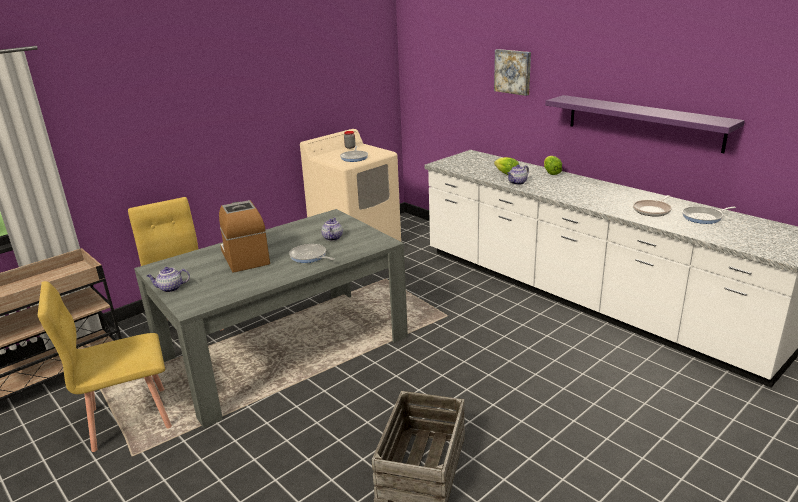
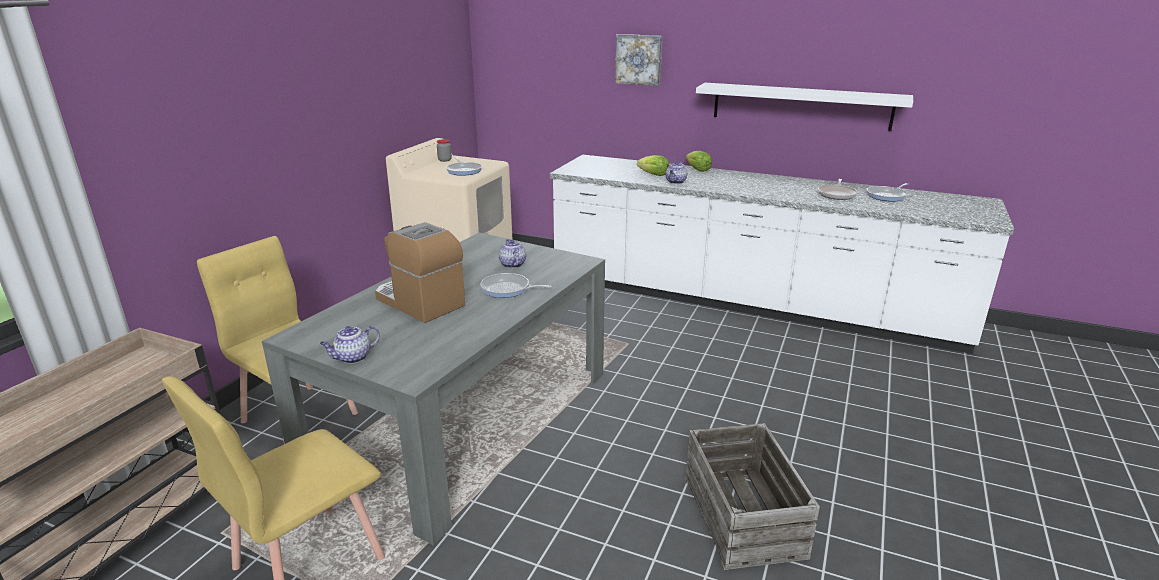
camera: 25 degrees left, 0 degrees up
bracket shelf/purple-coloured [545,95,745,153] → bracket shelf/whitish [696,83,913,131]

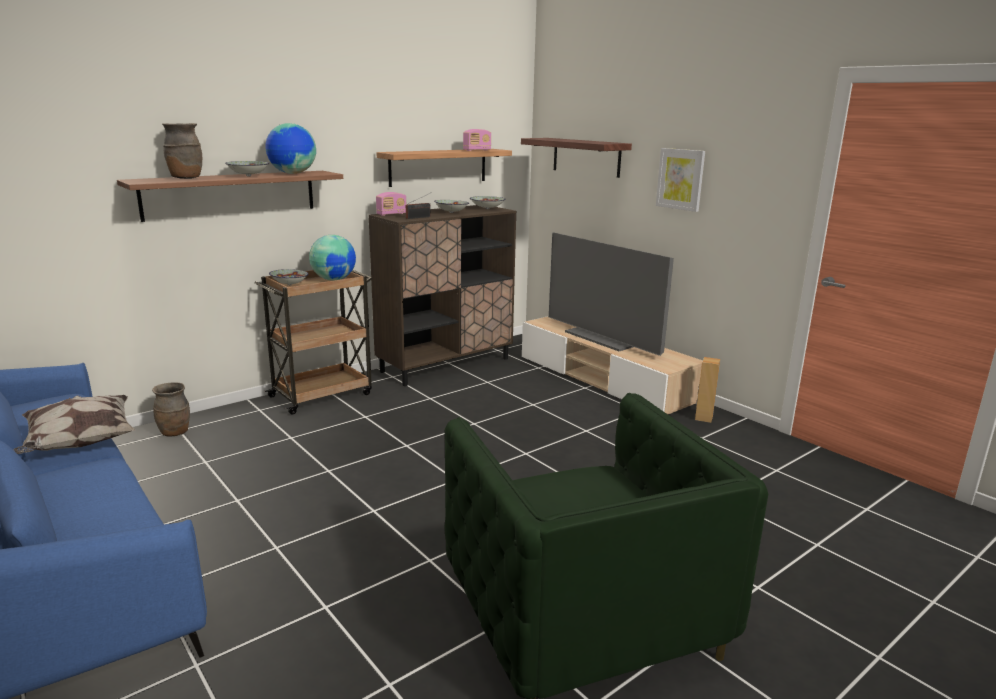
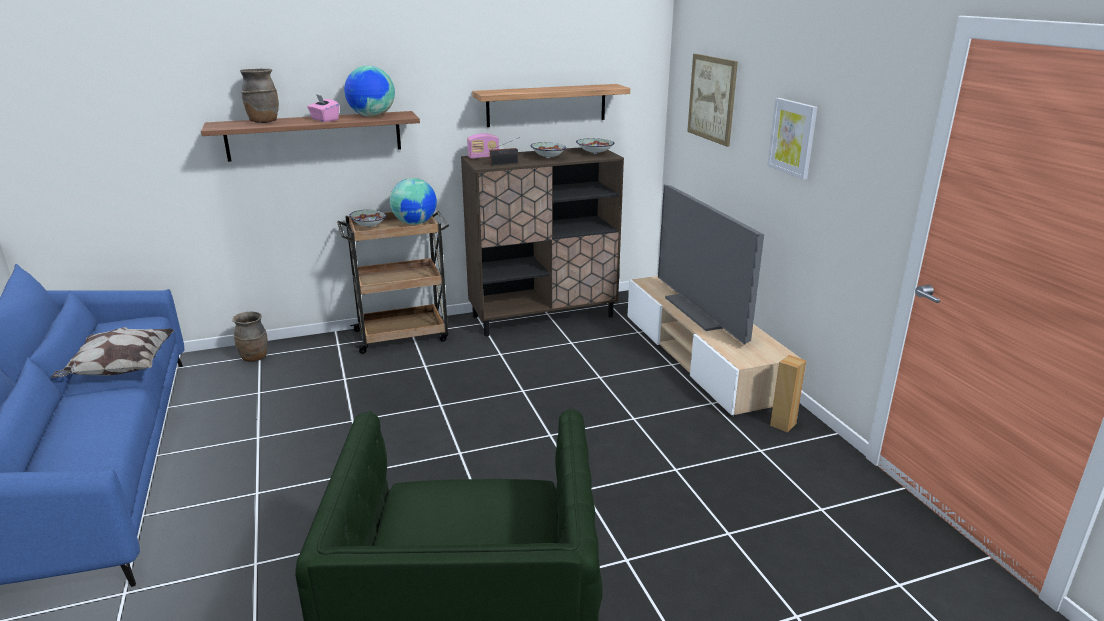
camera: 20 degrees right, 5 degrees up
deep dish [225,161,270,176] → tissue holder/pinkish [307,94,339,122]
bracket shelf [521,138,632,178] → wall picture [687,54,738,147]
radio receiver [463,129,491,151] → -

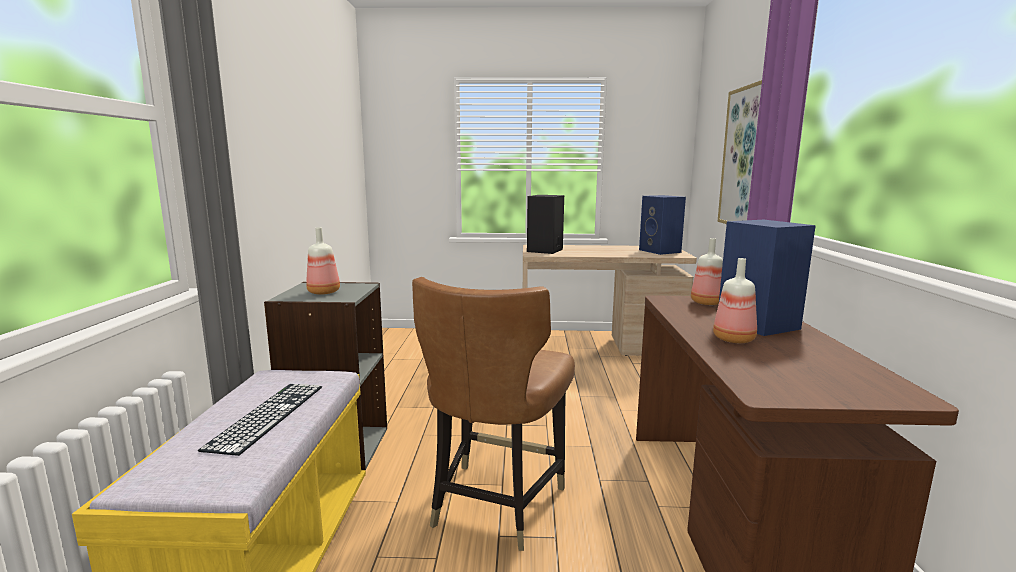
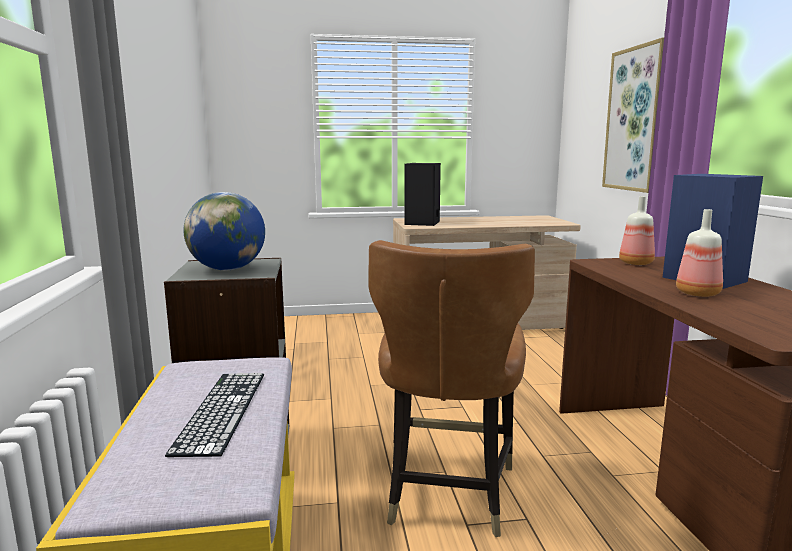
camera: 10 degrees left, 0 degrees up
drink bottle [306,227,340,295] → desk globe [183,192,265,270]
speaker/blue [639,195,686,255] → -

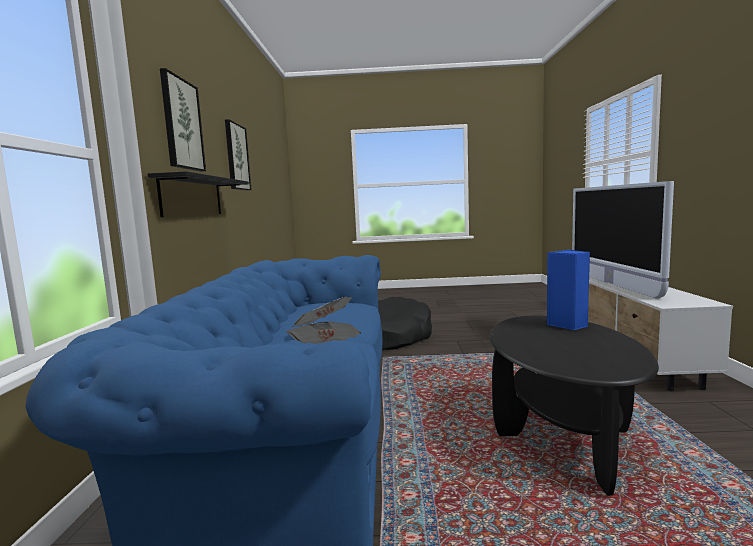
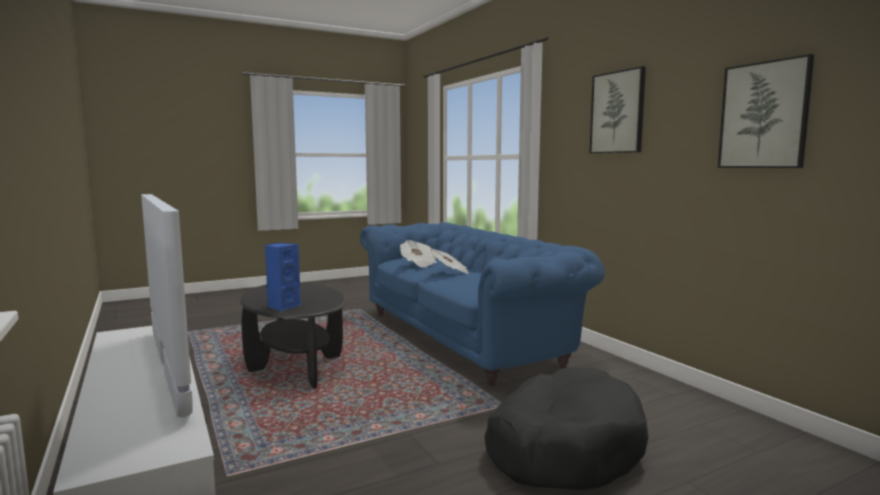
camera: 150 degrees right, 0 degrees up
bracket shelf/black [147,171,249,217] → -

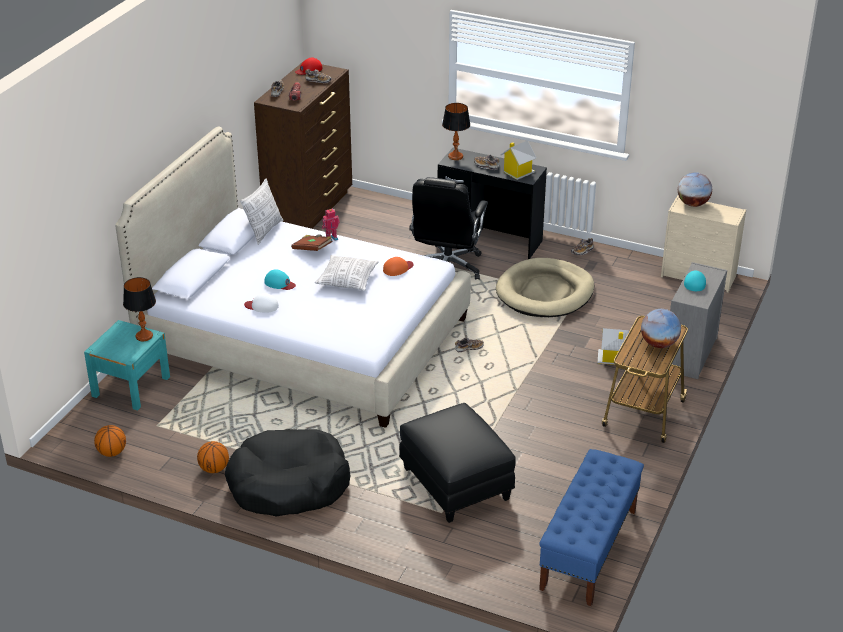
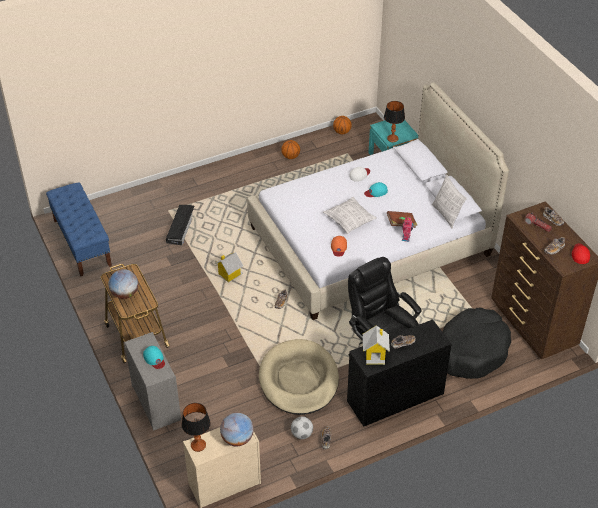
camera: 130 degrees right, 10 degrees up
footrest/black [399,403,516,523] → storage bin/black [166,205,194,245]
tabletop lamp [442,103,470,160] → tabletop lamp [181,403,211,452], moved
miniature house [597,328,629,365] → miniature house [215,252,243,283], moved
- → football [291,417,313,439]
dog bed/black [225,429,350,517] → dog bed/black [442,308,511,379], moved

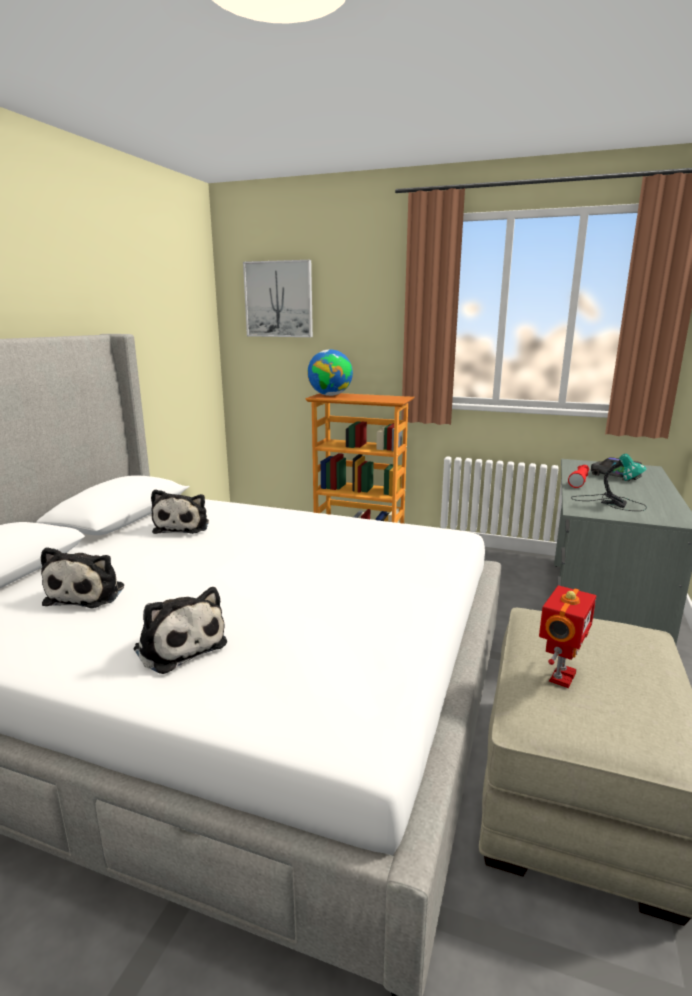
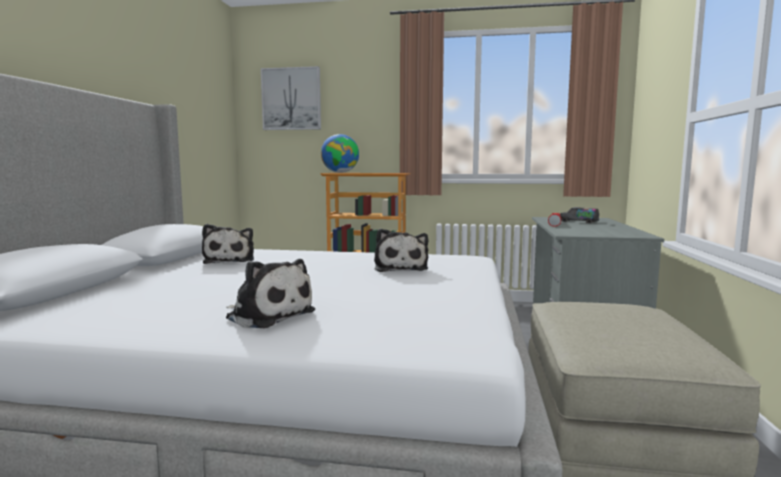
camera: 10 degrees left, 10 degrees down
plush toy [41,547,124,608] → plush toy [374,228,428,272], moved
robot figure [539,585,596,688] → -
tabletop lamp [571,454,647,511] → -

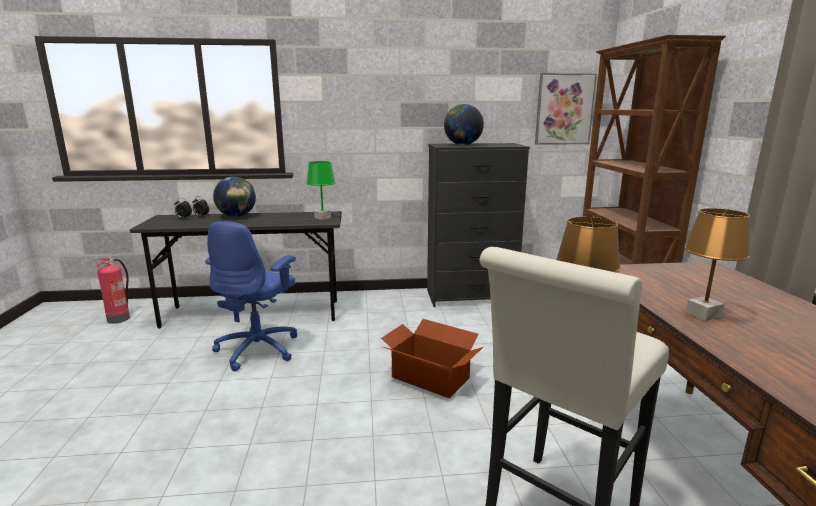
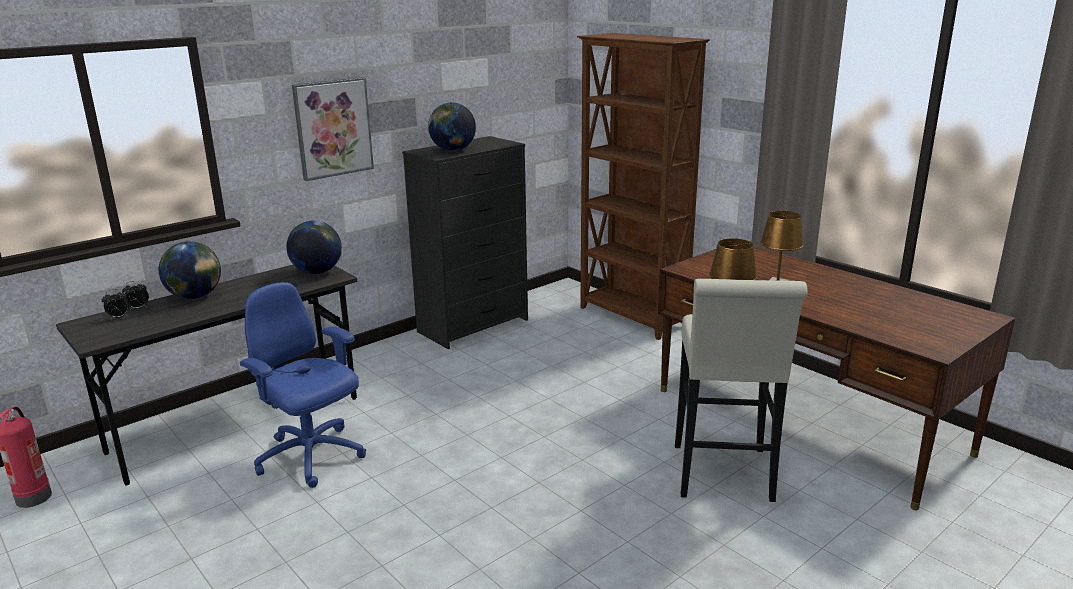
camera: 35 degrees left, 5 degrees up
desk chair/blue [205,221,297,371] → desk chair/blue [240,282,366,488], 150 degrees clockwise
tabletop lamp/green-coloured [306,161,336,220] → desk globe [286,220,342,274]
wall picture [535,73,597,145] → wall picture [292,77,374,181], moved
cardboard box [381,319,483,398] → -

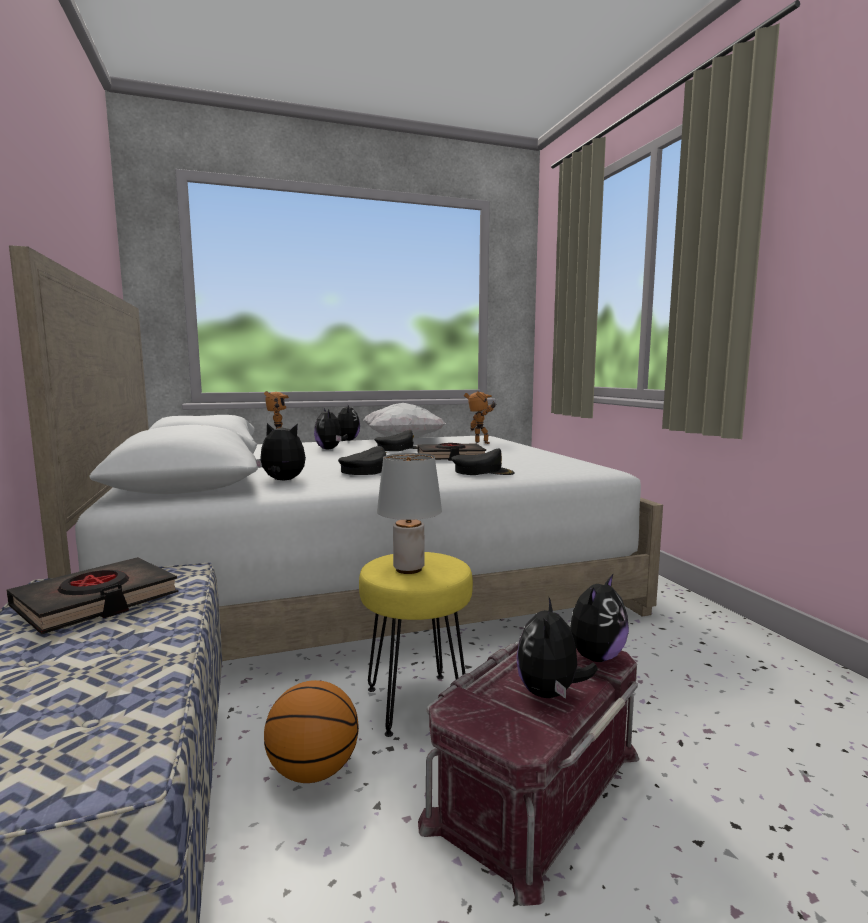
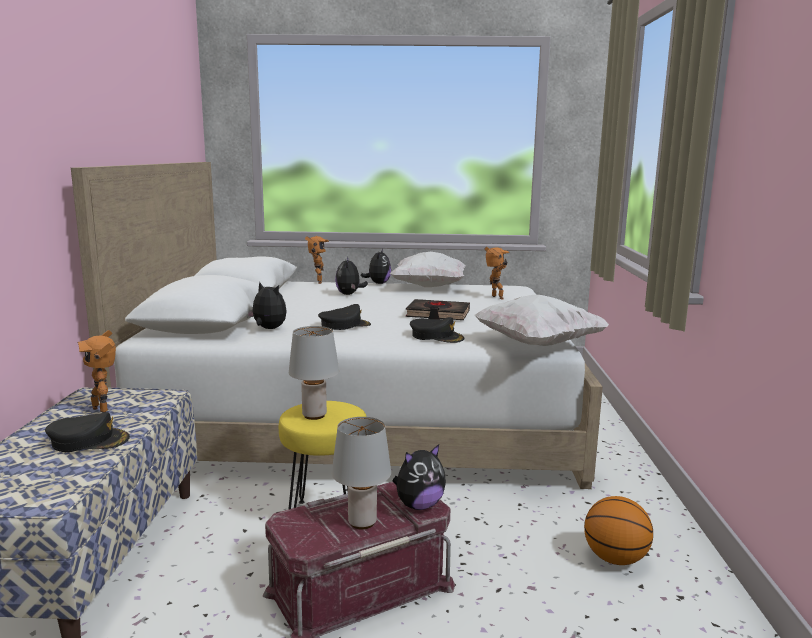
camera: 20 degrees right, 5 degrees up
cap/black [375,430,417,451] → cap/black [45,412,130,452], moved
book/black [7,557,178,635] → robot figure [77,330,116,412]
plush toy [517,598,598,699] → tabletop lamp/grey [332,417,391,530]
- → cushion/whitish [474,295,609,346]
basketball [264,680,359,783] → basketball [584,496,653,565], moved

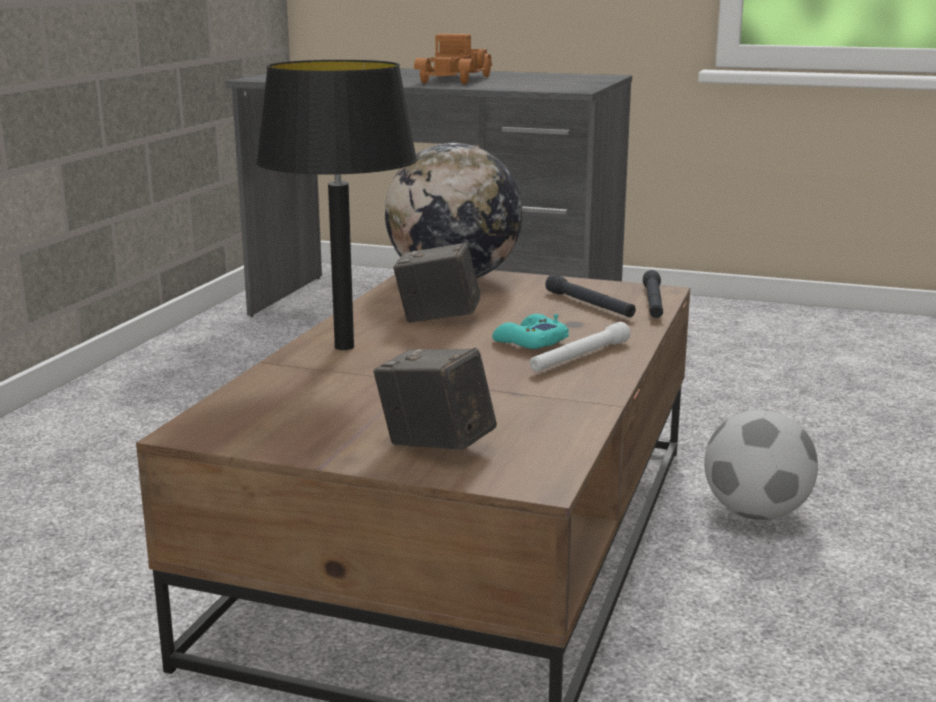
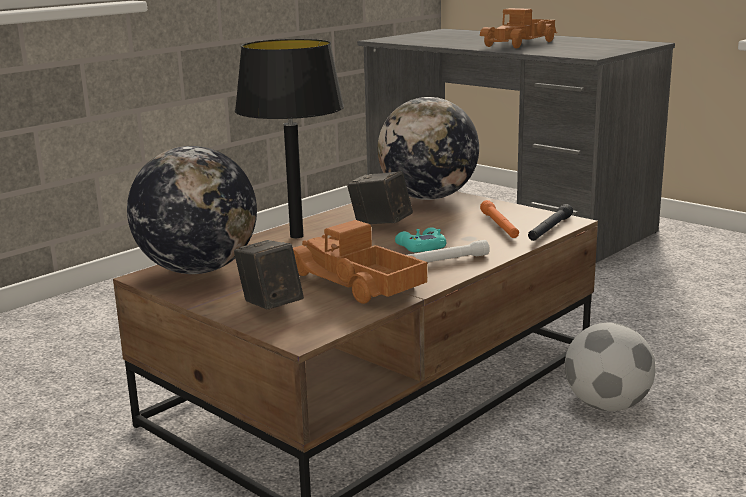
camera: 25 degrees right, 0 degrees up
- → desk globe [127,146,257,274]
- → model truck [293,220,427,304]
hand torch/black [545,274,636,317] → hand torch/orange-coloured [480,200,519,238]

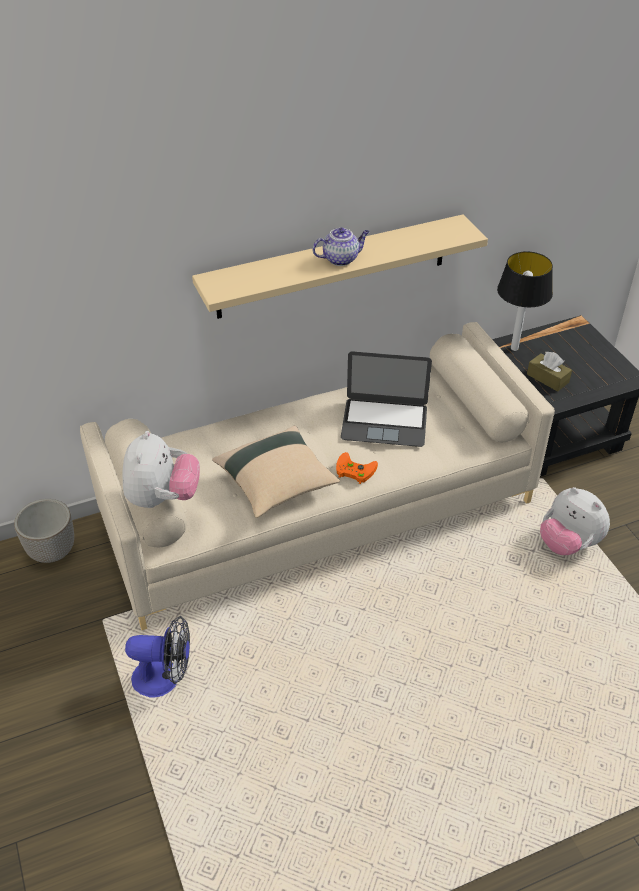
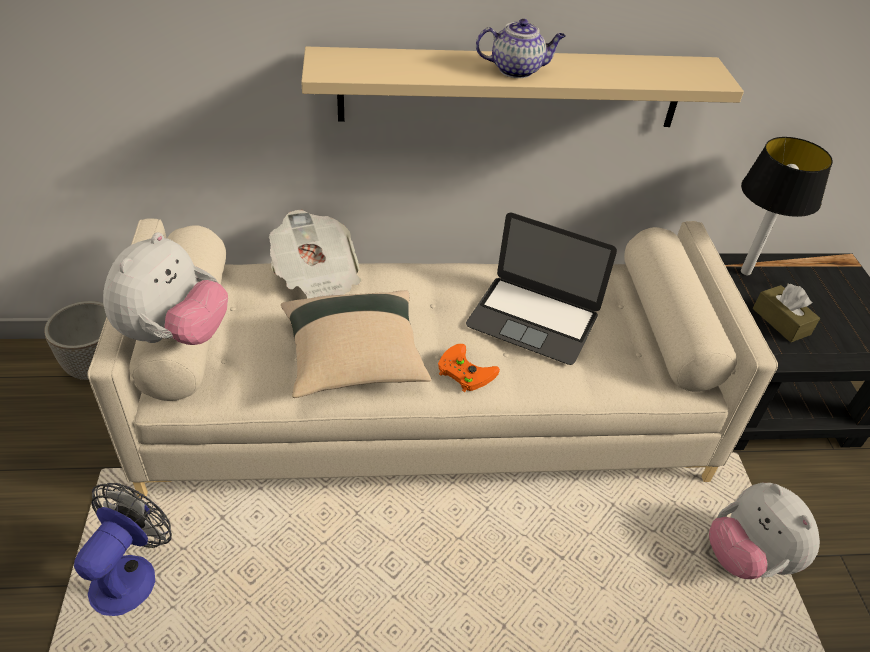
camera: 15 degrees right, 0 degrees up
electric fan [125,616,190,697] → electric fan [74,483,172,616], 90 degrees counterclockwise
- → printed paper [269,210,361,299]

